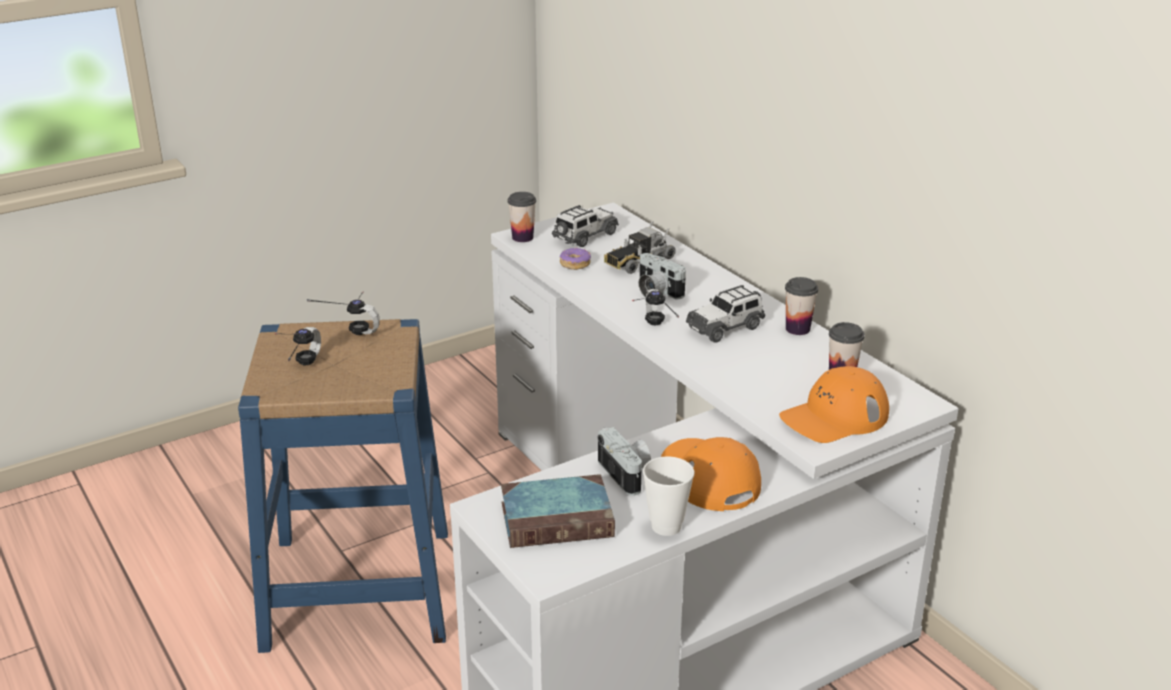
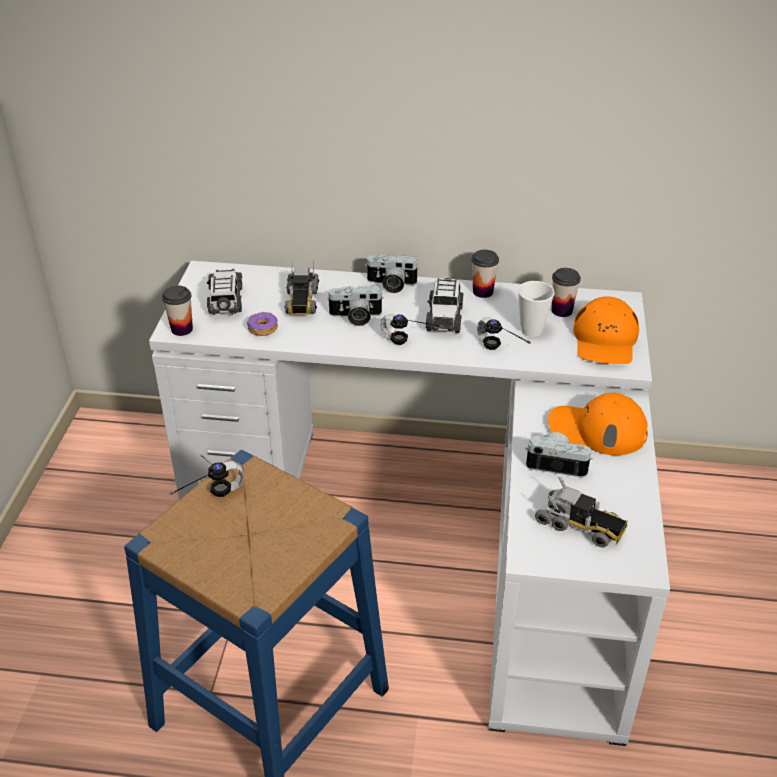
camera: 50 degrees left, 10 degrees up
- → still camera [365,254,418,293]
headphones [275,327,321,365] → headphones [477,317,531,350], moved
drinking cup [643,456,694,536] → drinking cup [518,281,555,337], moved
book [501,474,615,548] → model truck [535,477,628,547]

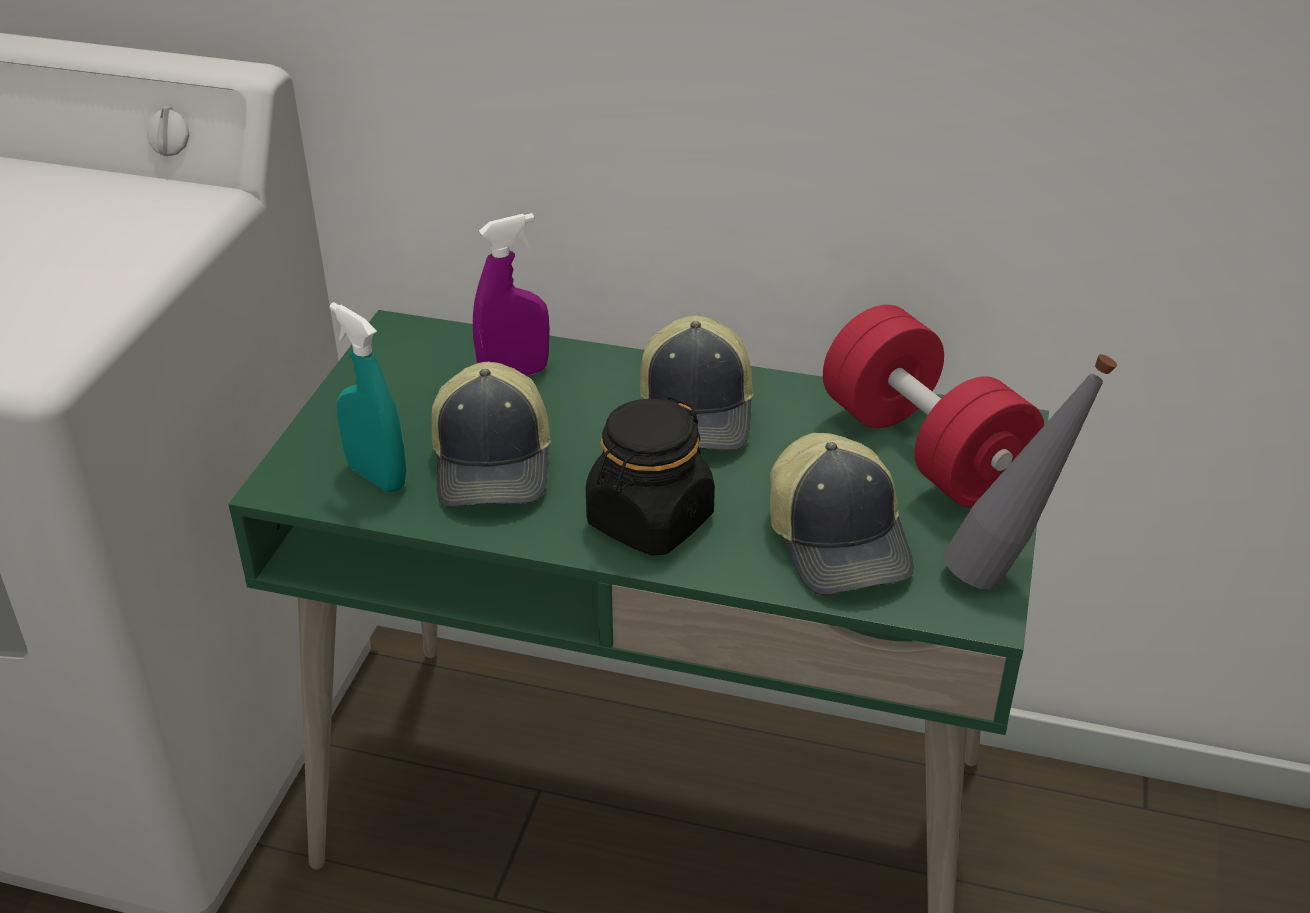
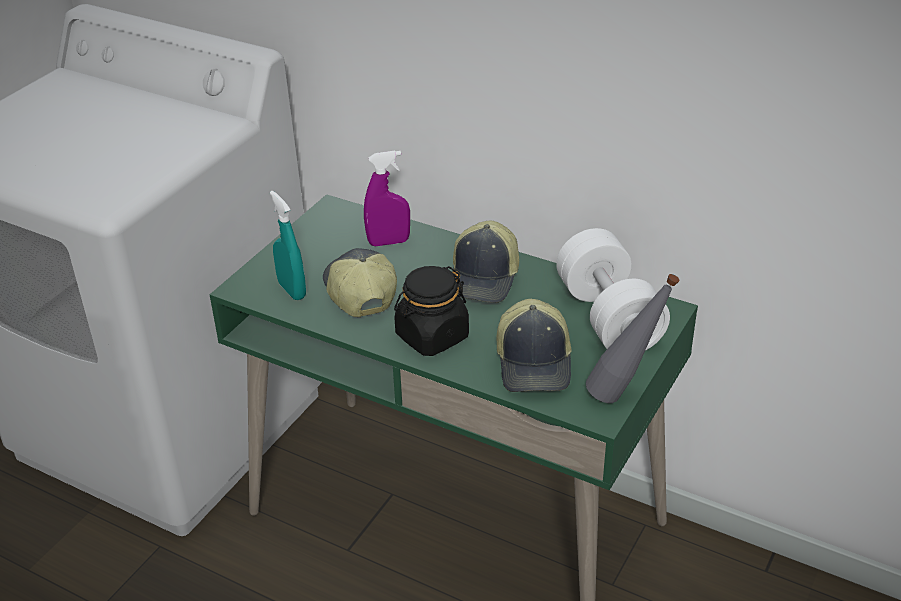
camera: 15 degrees right, 0 degrees up
cap [432,362,551,508] → cap [323,248,397,317], 150 degrees clockwise
hand weight/red-coloured [823,305,1044,508] → hand weight/whitish [556,228,670,351]

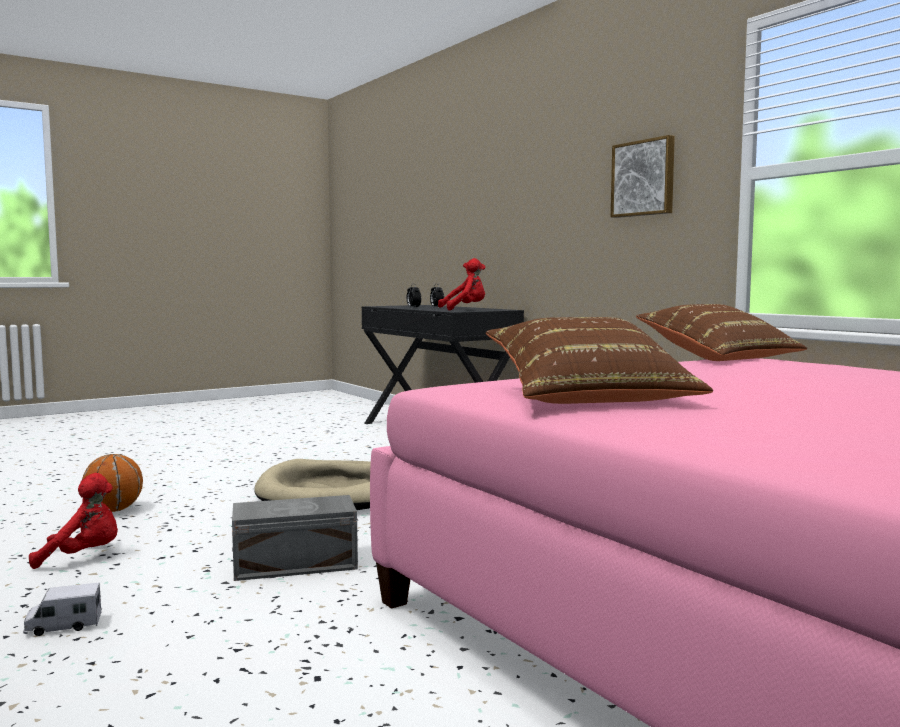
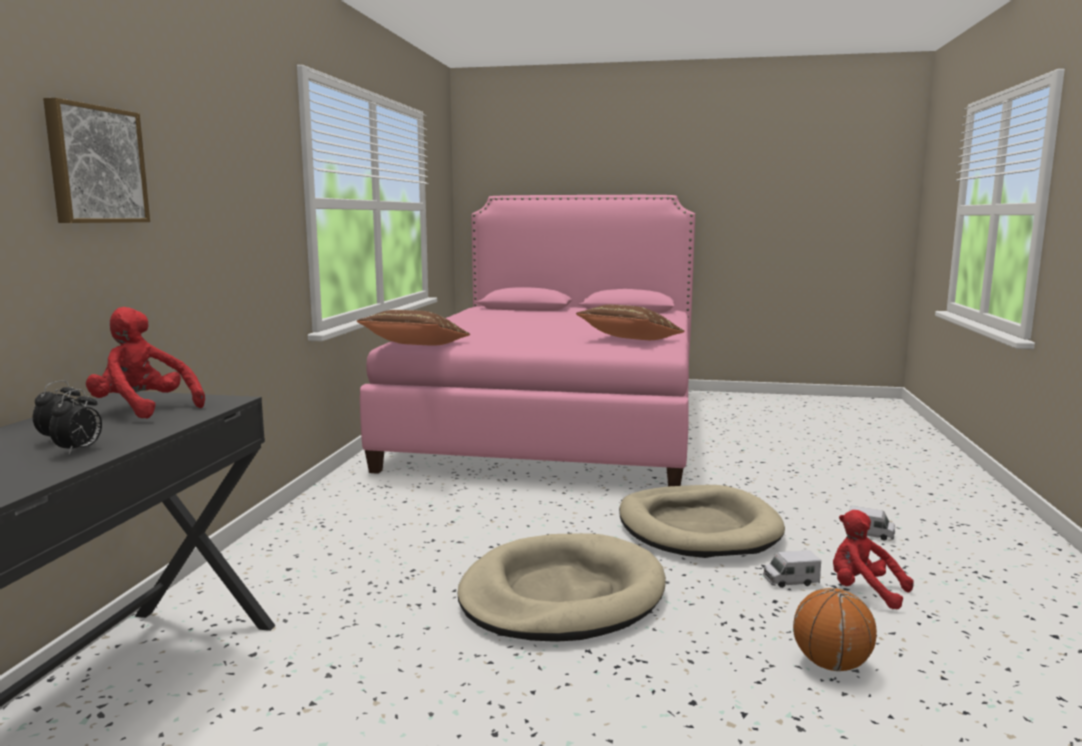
camera: 135 degrees left, 5 degrees up
wall picture [611,135,675,218] → wall picture [43,98,150,223], moved
storage bin/grey [232,495,358,581] → dog bed/beige [619,485,785,558]
- → model truck [763,550,821,588]

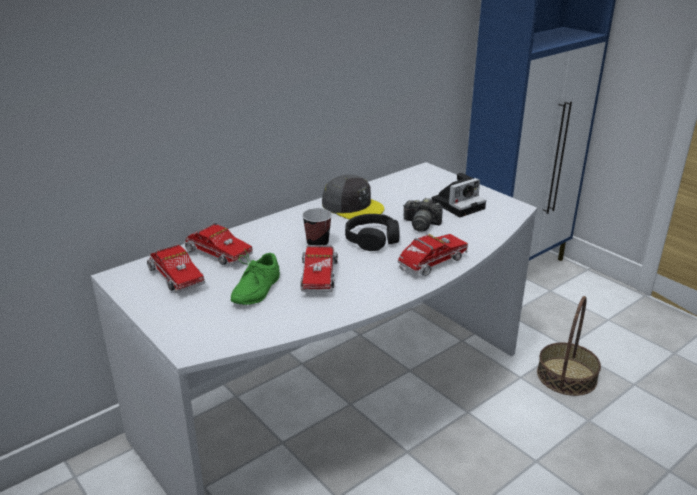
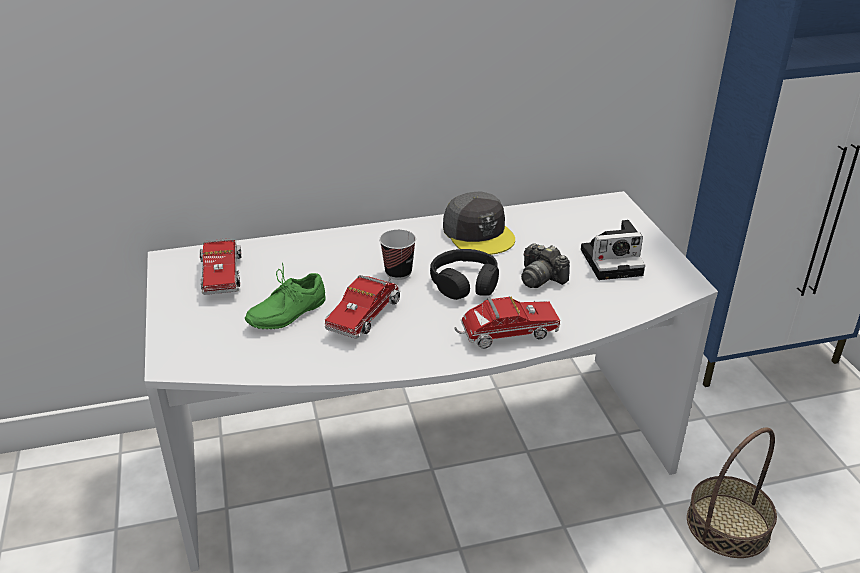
camera: 25 degrees right, 5 degrees up
model truck [184,222,253,265] → -

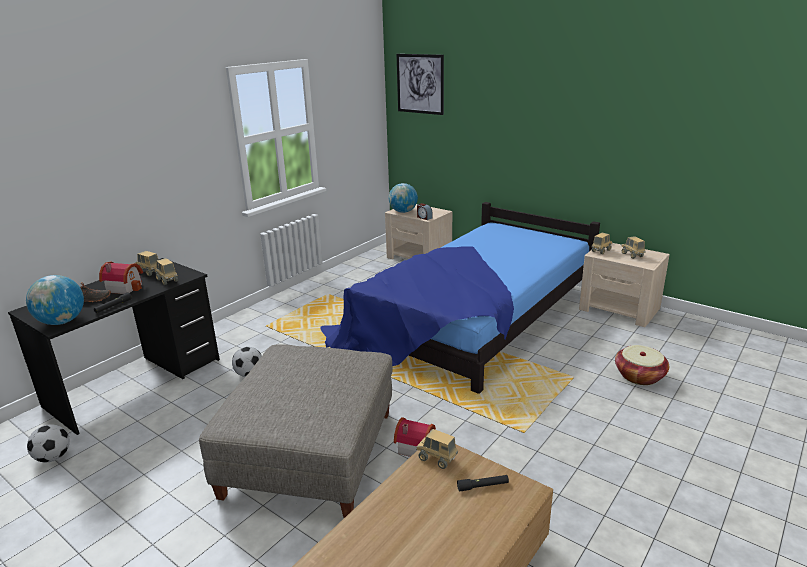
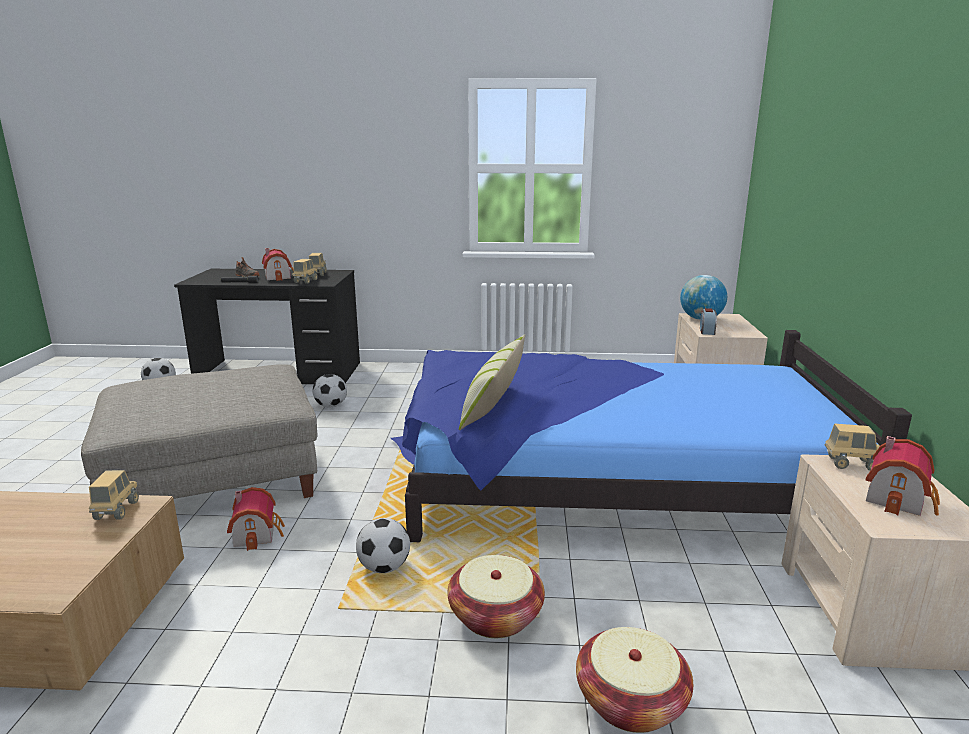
camera: 55 degrees right, 5 degrees down
- → football [356,518,410,573]
- → household basket [447,555,545,638]
- → cushion [459,334,525,430]
model truck [621,236,646,259] → miniature house [865,436,940,516]
desk globe [26,275,84,325] → -
wall picture [396,54,444,115] → -
hand torch/black [457,475,509,492] → -

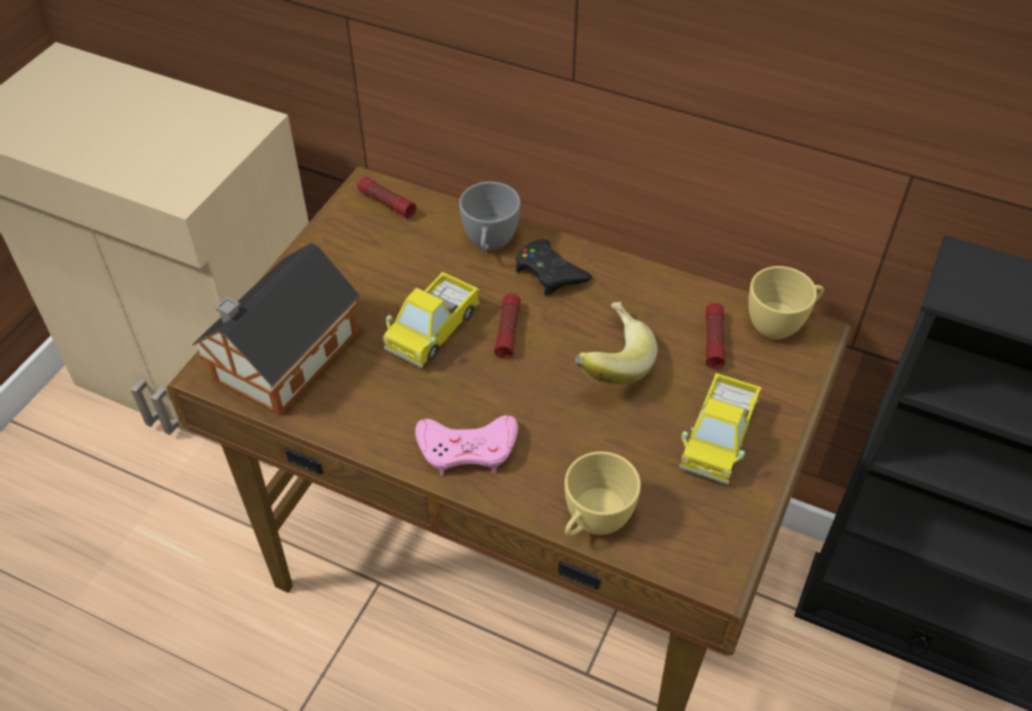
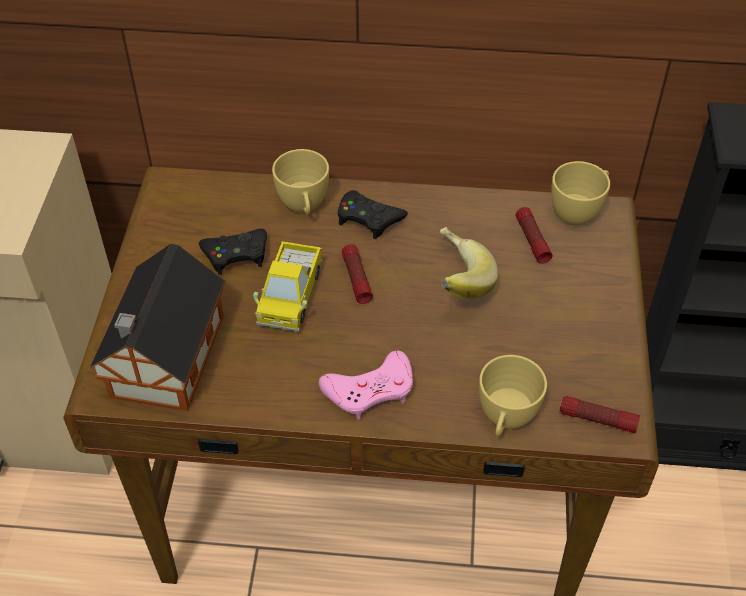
camera: 20 degrees left, 0 degrees up
- → game controller/black [199,228,267,275]
drinking cup/grey [459,182,520,252] → drinking cup/yellow-coloured [272,149,329,214]
hand torch [357,177,416,218] → hand torch [560,396,640,433], moved
model truck [679,373,762,485] → -

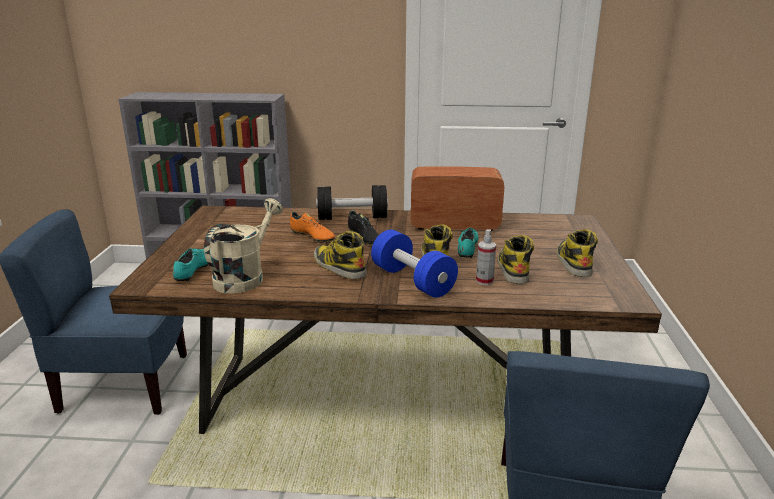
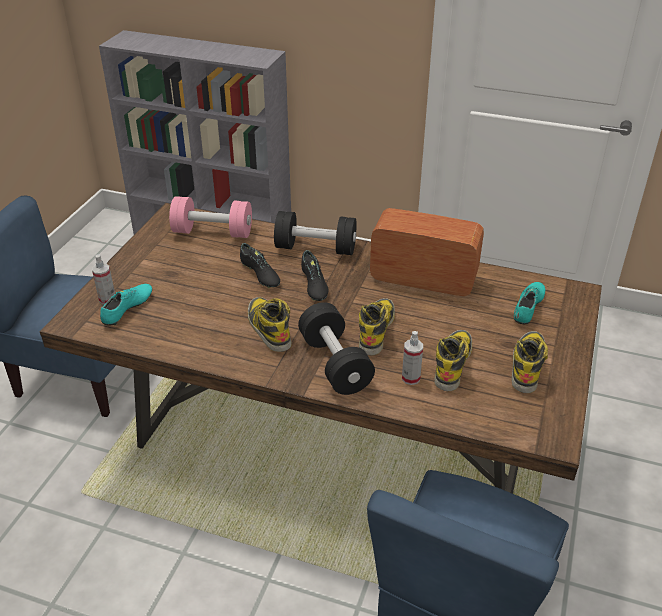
camera: 15 degrees right, 15 degrees up
- → sprayer [92,255,115,305]
- → hand weight/pinkish [169,196,252,238]
low shoe/orange-coloured [290,212,335,243] → low shoe/black [240,243,280,288]
hand weight/blue [371,230,458,298] → hand weight/black [298,302,375,395]
low shoe/turquoise-coloured [458,228,478,258] → low shoe/turquoise-coloured [514,282,545,324], moved
watering can/beige [204,198,283,294] → -

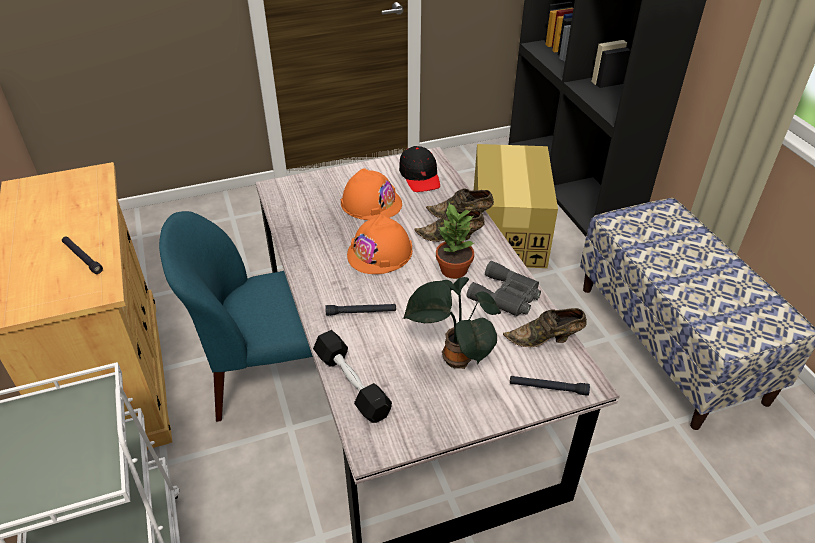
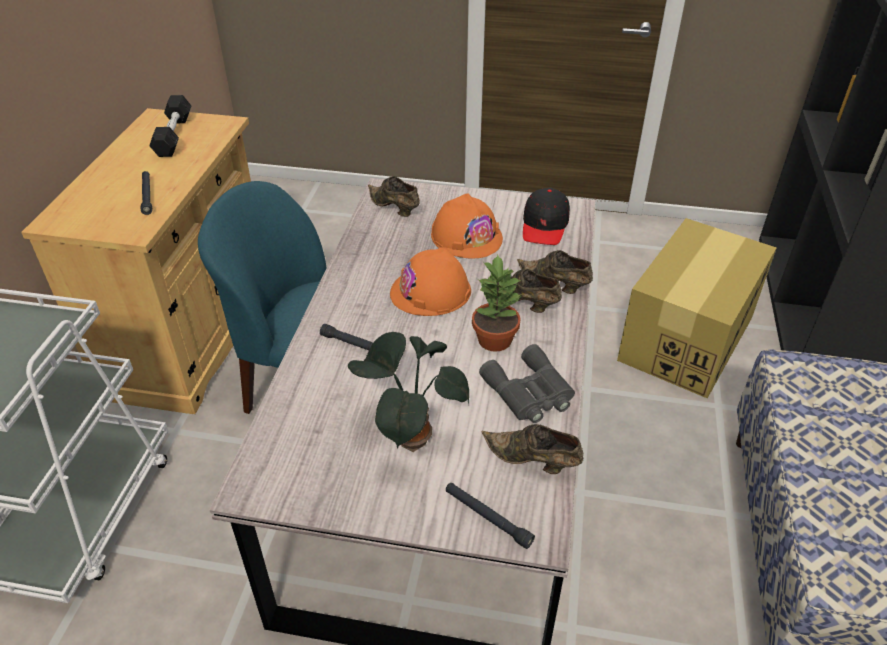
camera: 30 degrees right, 0 degrees up
hand weight/black [313,330,392,423] → hand weight/black [150,95,191,157], moved
- → low shoe/brown-coloured [368,176,420,217]

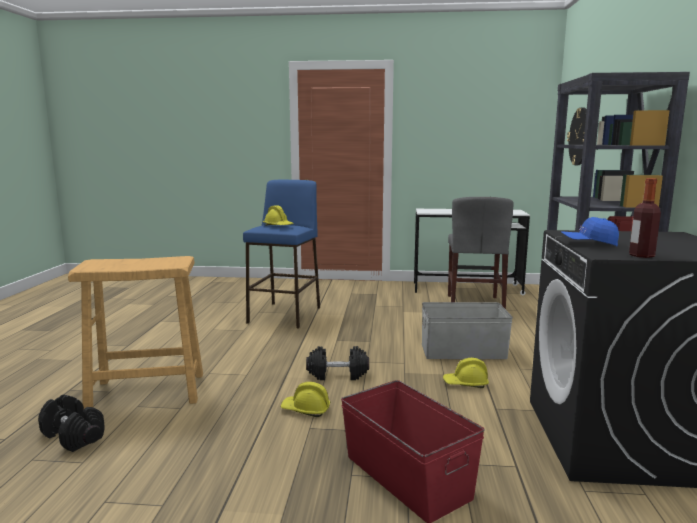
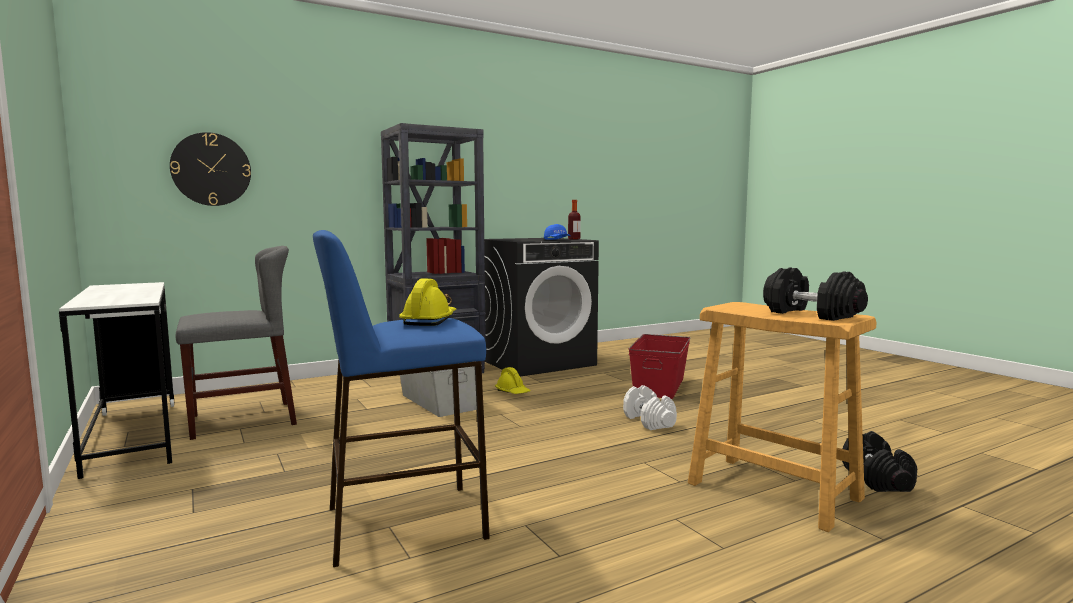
camera: 125 degrees left, 5 degrees down
work helmet/yellow-coloured [281,382,330,417] → hand weight/whitish [623,385,677,430]
hand weight/black [306,346,369,380] → hand weight/black [763,267,868,321], moved

